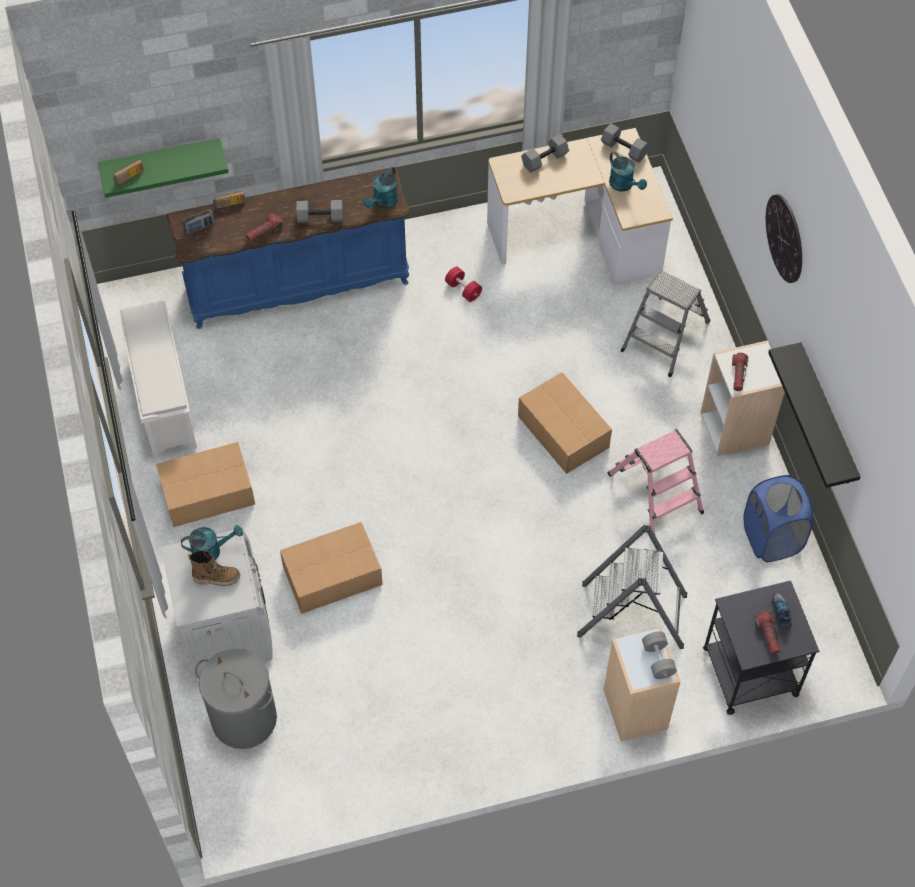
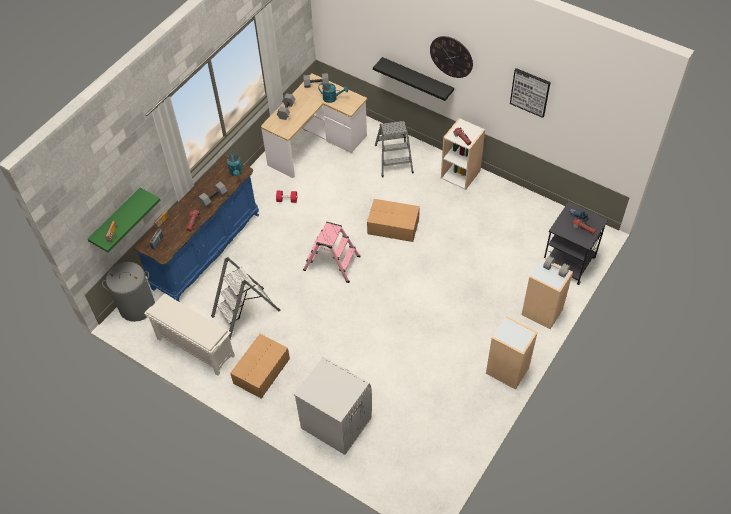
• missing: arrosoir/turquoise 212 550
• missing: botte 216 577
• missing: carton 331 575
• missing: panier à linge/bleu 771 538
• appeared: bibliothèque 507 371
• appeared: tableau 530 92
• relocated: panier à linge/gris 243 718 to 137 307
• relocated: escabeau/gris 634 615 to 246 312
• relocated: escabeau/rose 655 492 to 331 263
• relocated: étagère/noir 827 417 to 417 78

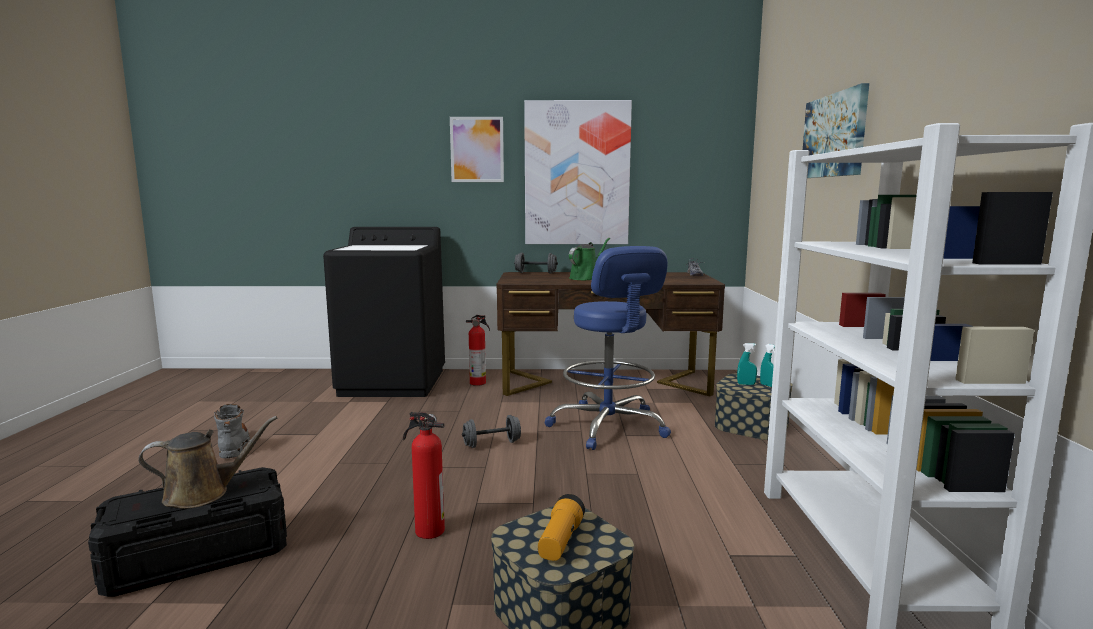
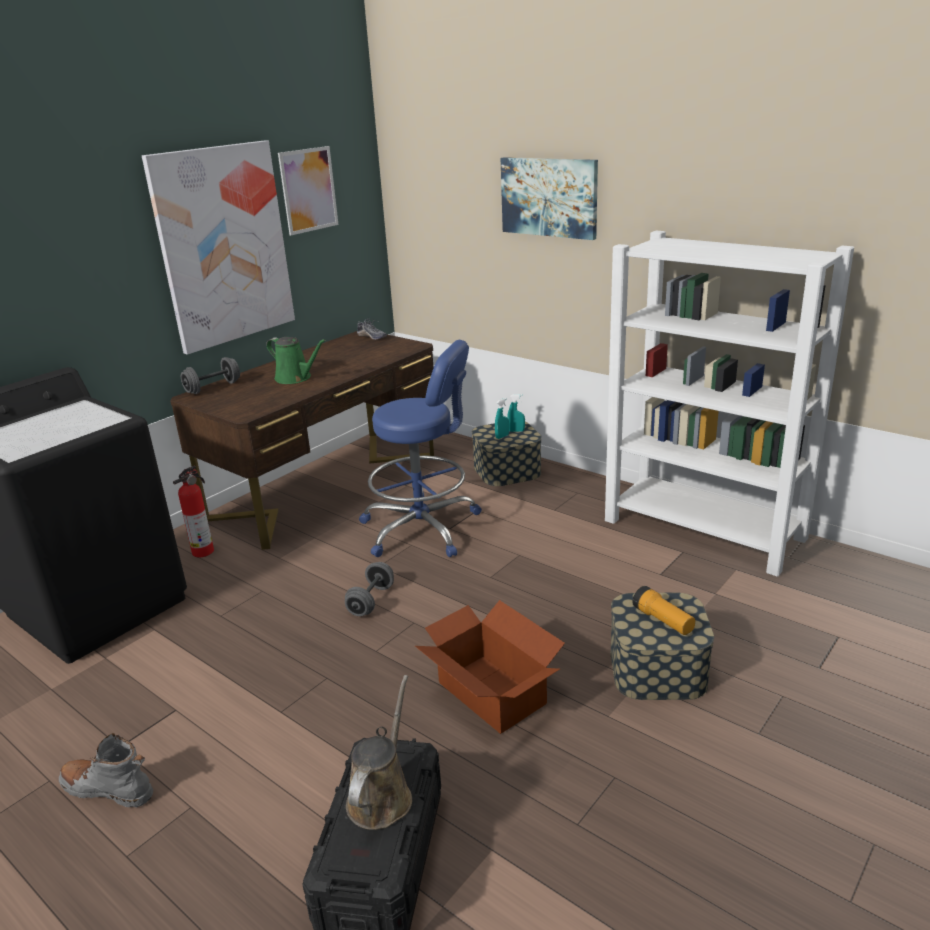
• relocated: tableau 477 149 to 308 190
• exchanged: extincteur 427 530 to carton 491 694
• spun: arrosoir/vert 586 278 = 296 378 135 degrees clockwise

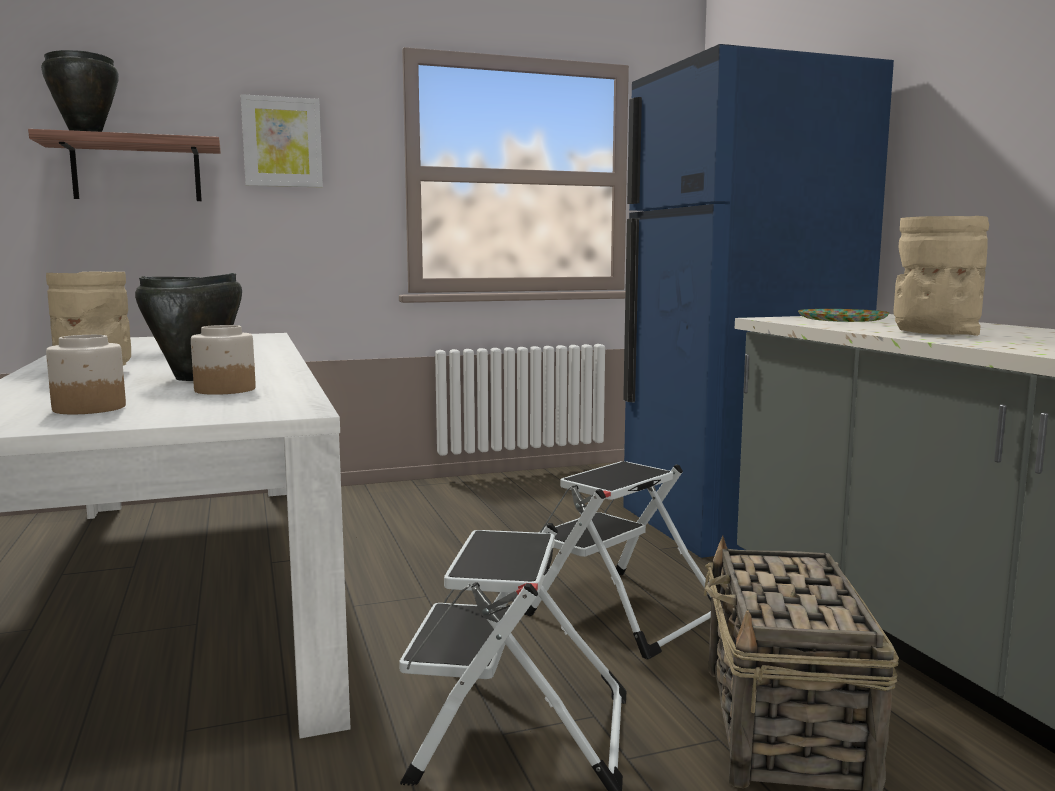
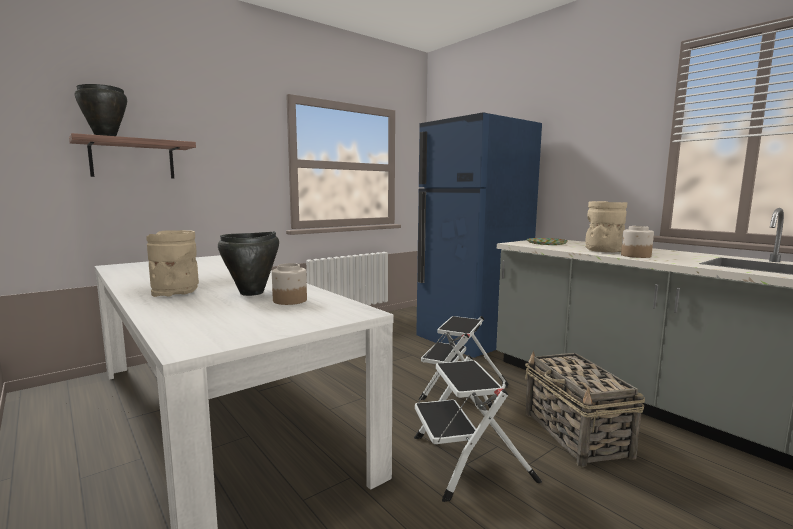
• missing: tableau 282 142
• relocated: bocal 88 408 to 635 256

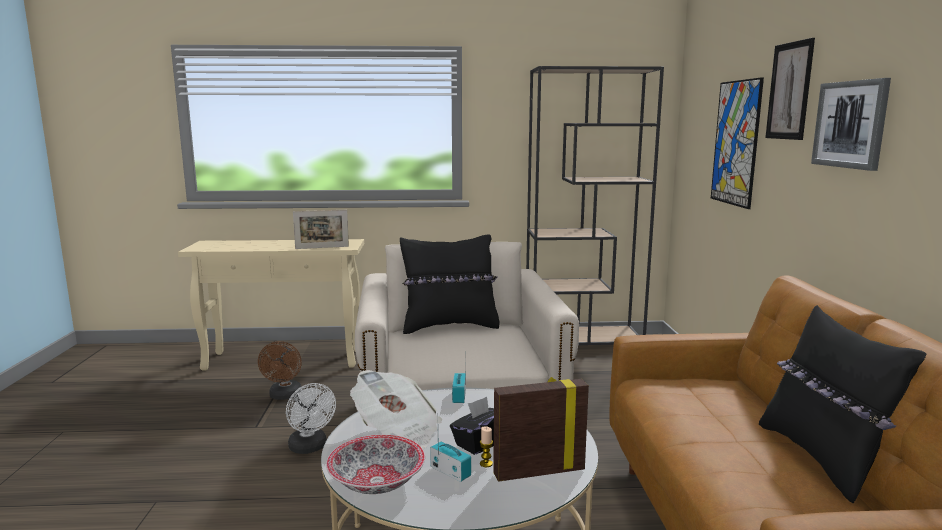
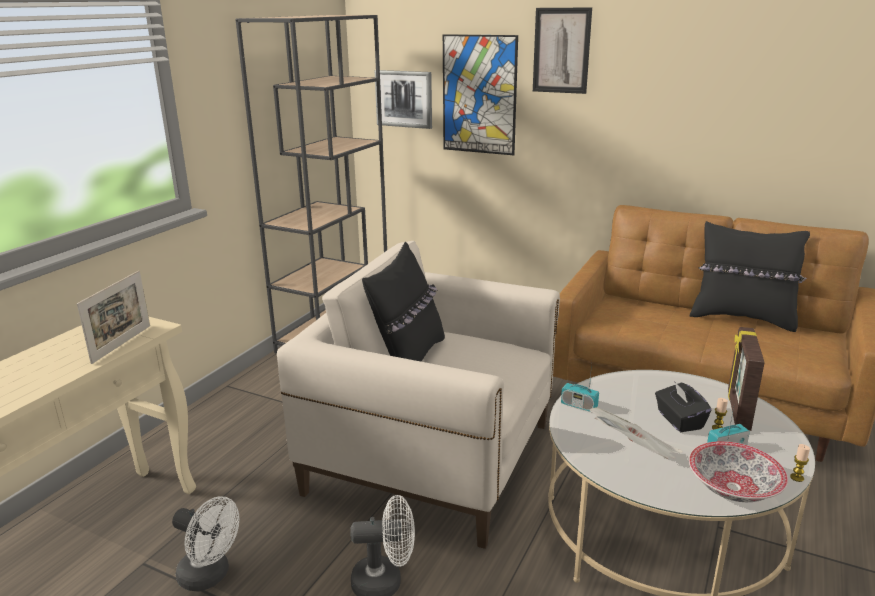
• appeared: bougie 797 477
• relocated: tableau 850 124 to 404 99
• colour: ventilateur/marron 285 396 to ventilateur/blanc 210 576

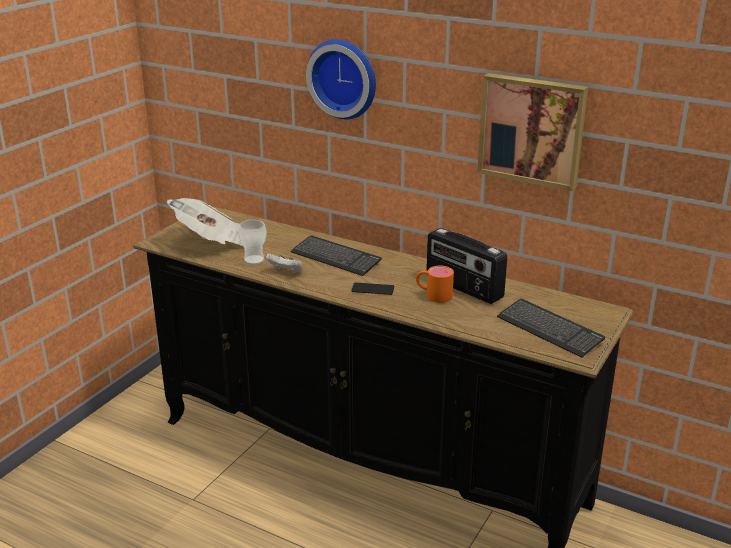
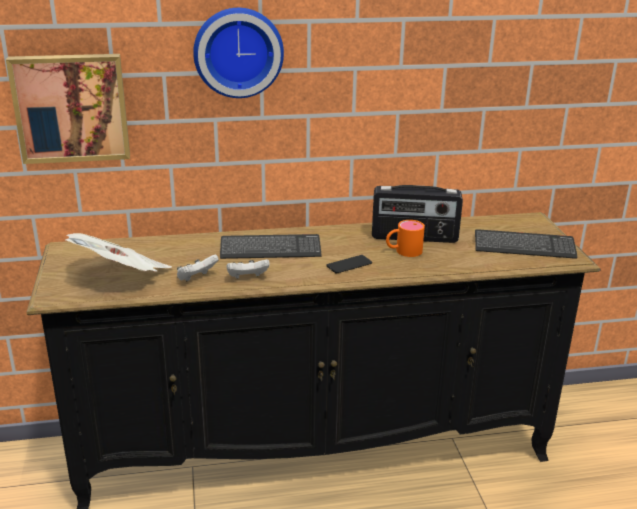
• relocated: tableau 532 130 to 71 107
• exchanged: tasse 254 260 to manette/blanc 196 278

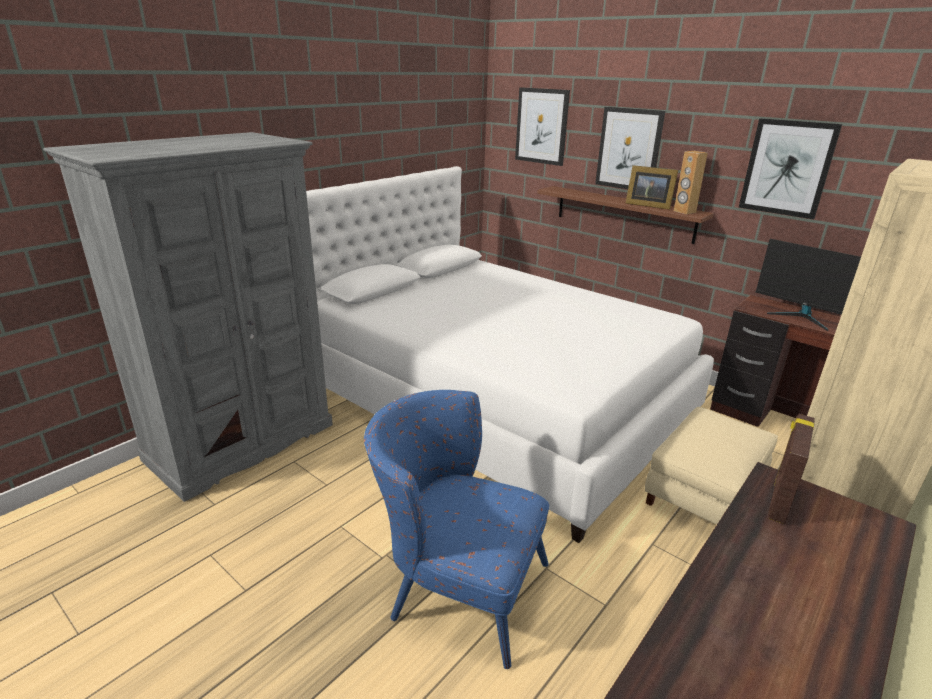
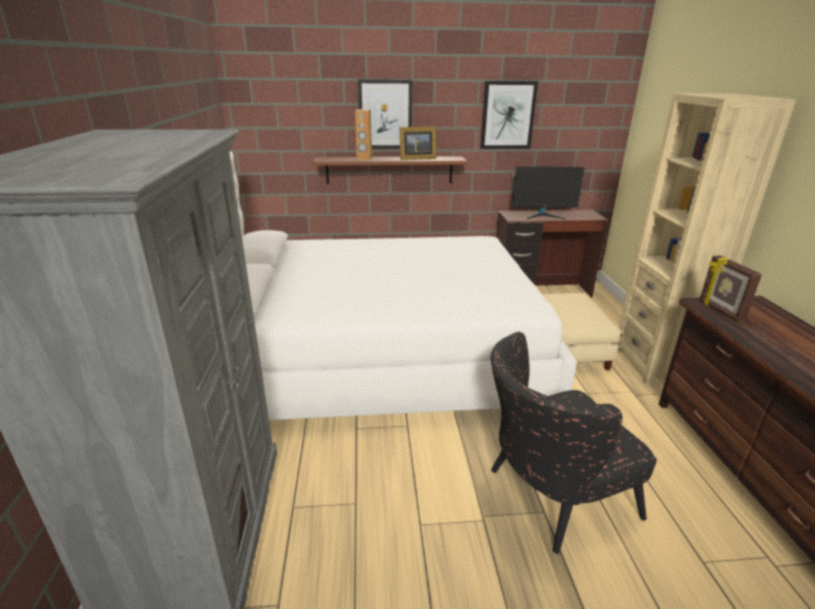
• missing: tableau 542 126
• relocated: enceinte/marron 684 212 to 364 158
• colour: fauteuil/bleu 456 584 to fauteuil/noir 549 497

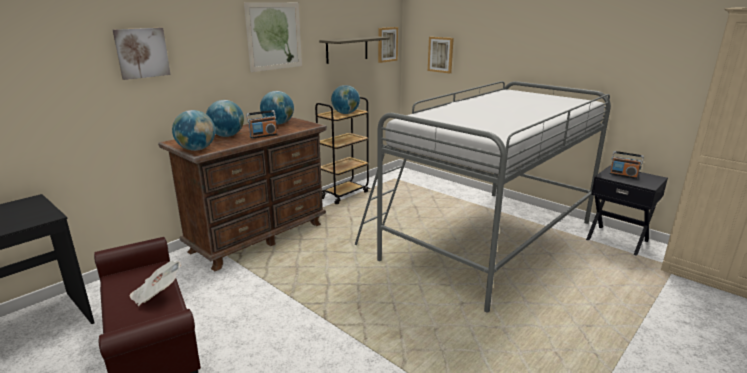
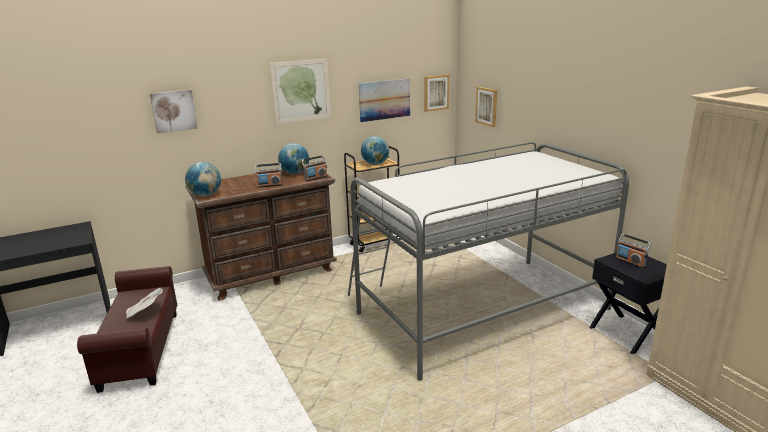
• missing: globe 227 136
• appeared: radio 315 178
• exchanged: étagère 347 49 to tableau 384 100

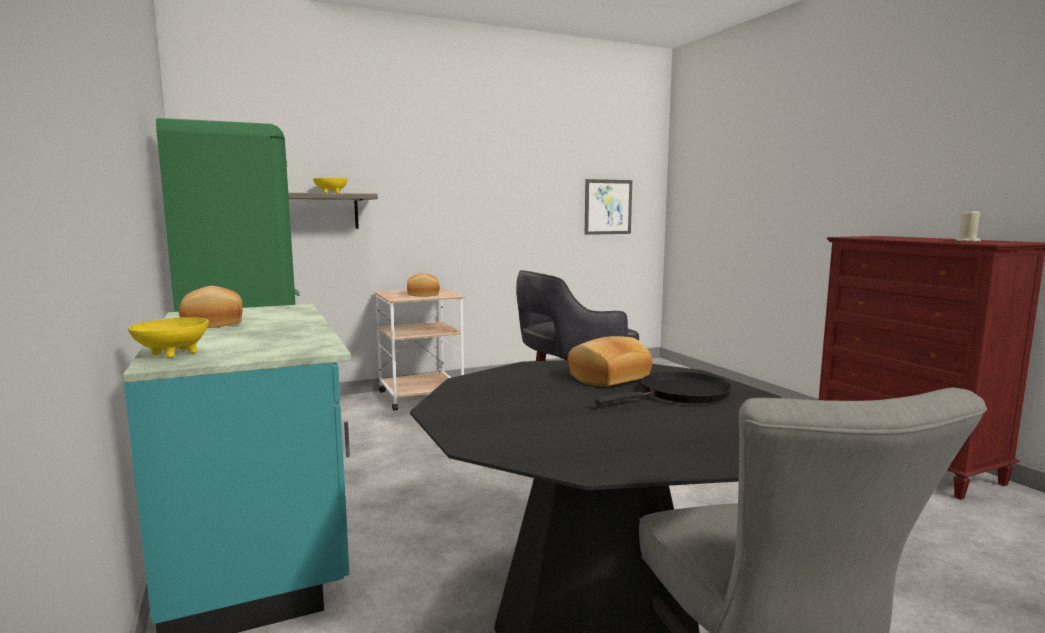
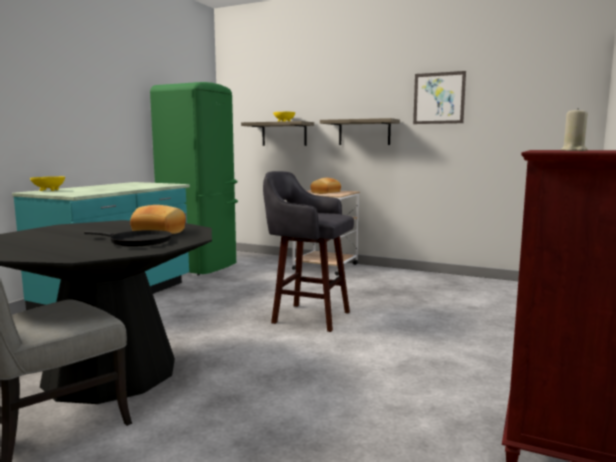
• missing: pain 215 322
• appeared: étagère 364 132
• relocated: tableau 608 207 to 439 98

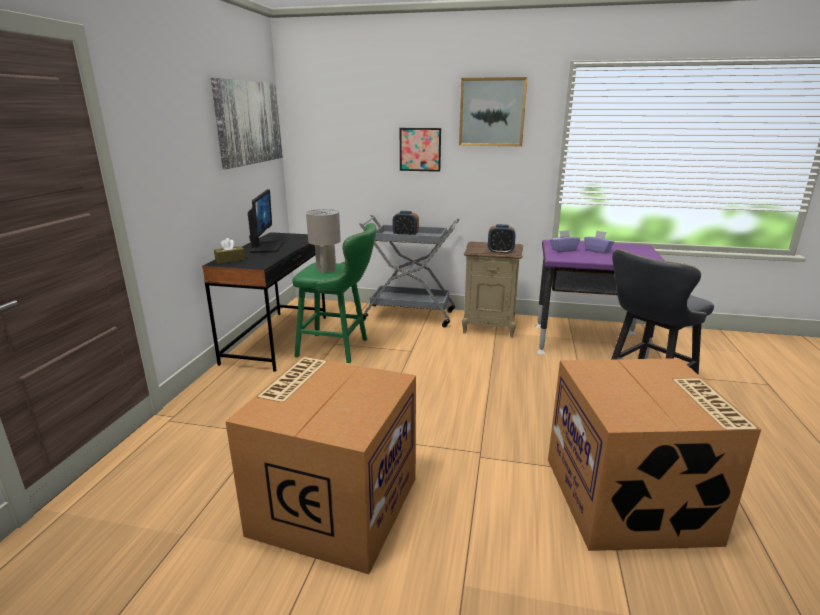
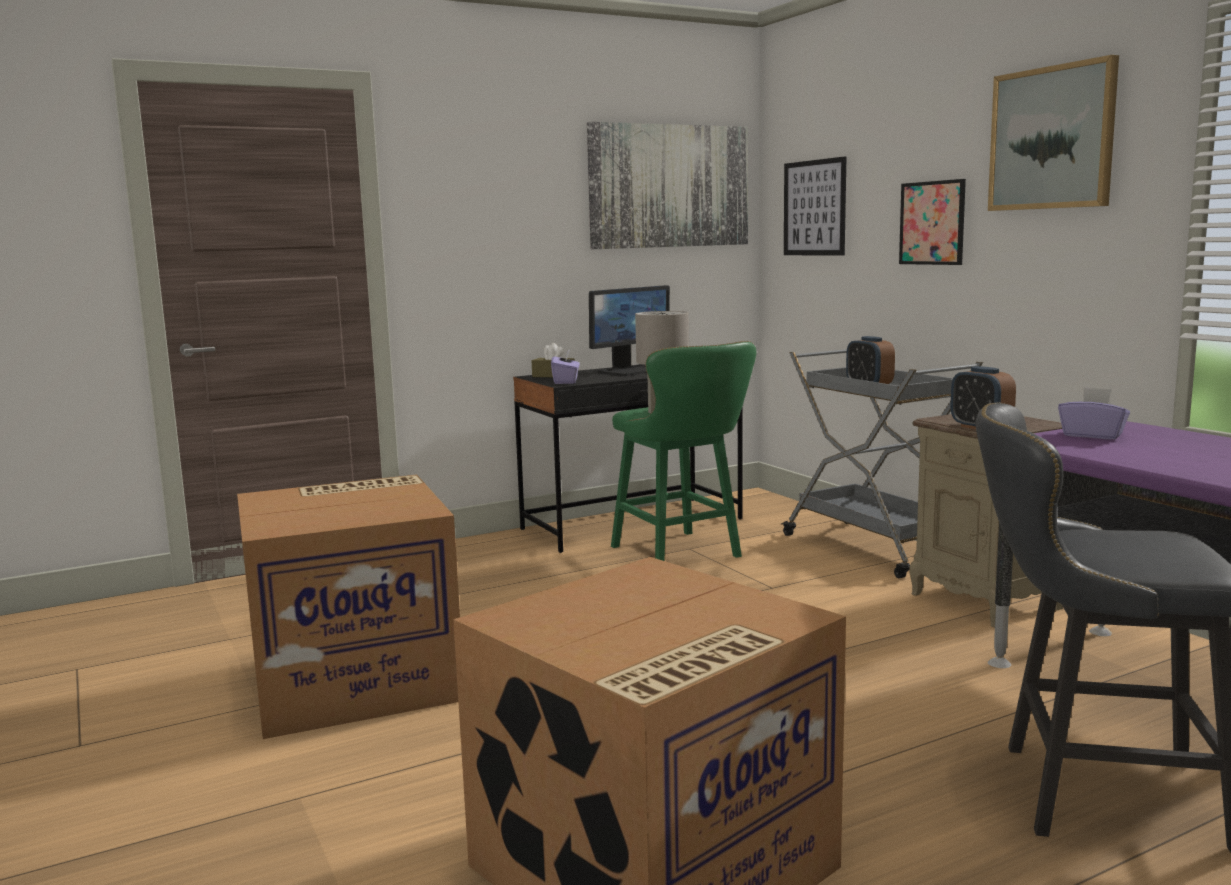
• appeared: tableau 814 208
• relocated: boîte à mouchoirs/violet 597 251 to 566 381

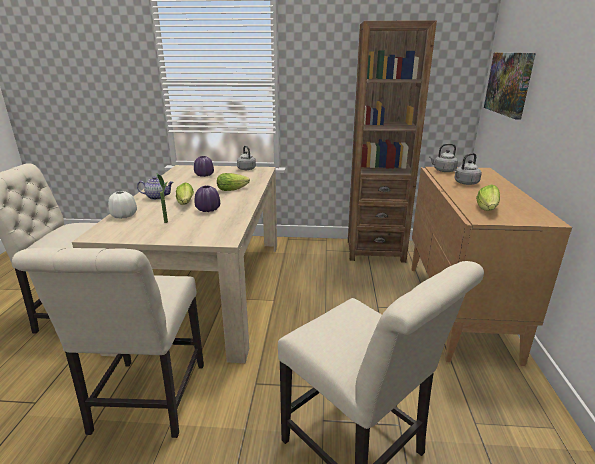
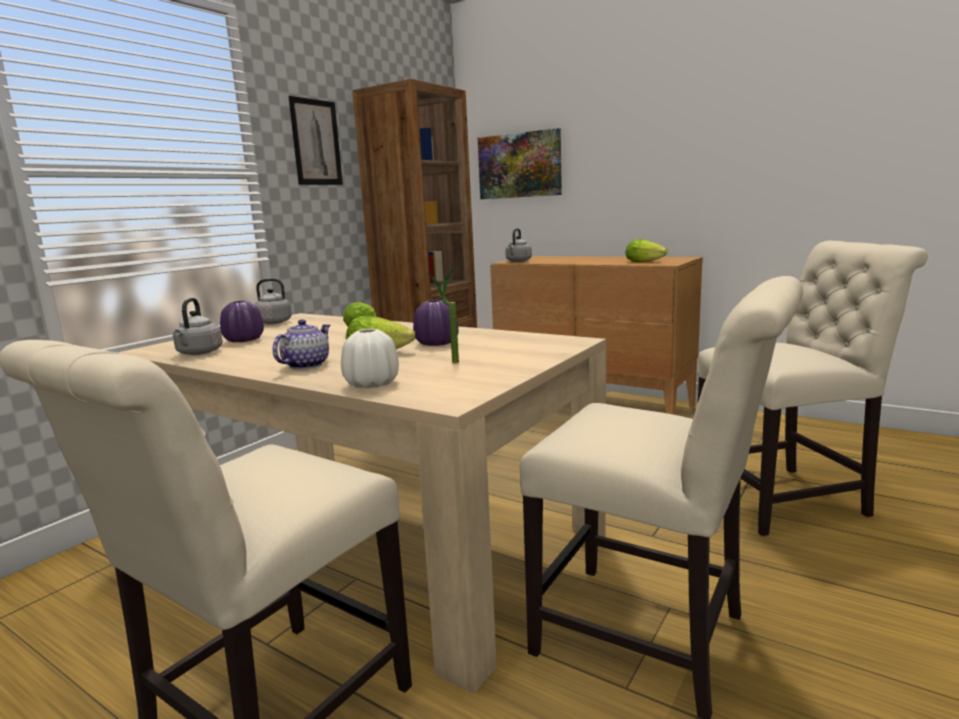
• appeared: tableau 316 142
• relocated: bouilloire/gris 465 183 to 199 353

